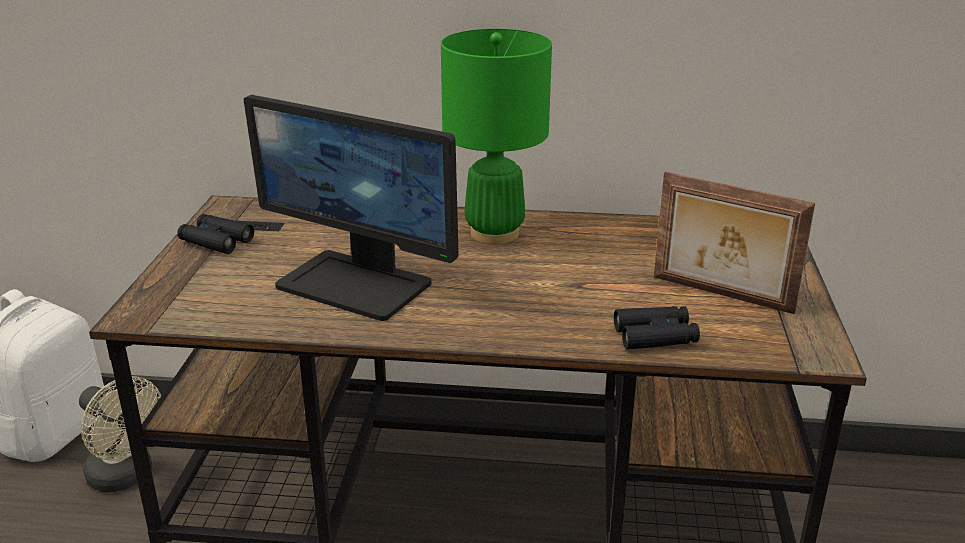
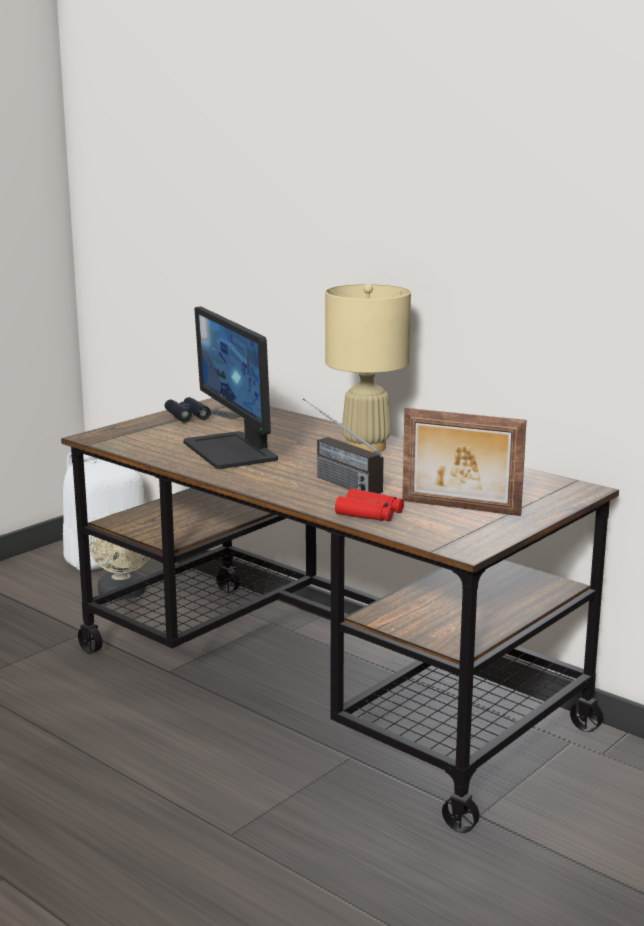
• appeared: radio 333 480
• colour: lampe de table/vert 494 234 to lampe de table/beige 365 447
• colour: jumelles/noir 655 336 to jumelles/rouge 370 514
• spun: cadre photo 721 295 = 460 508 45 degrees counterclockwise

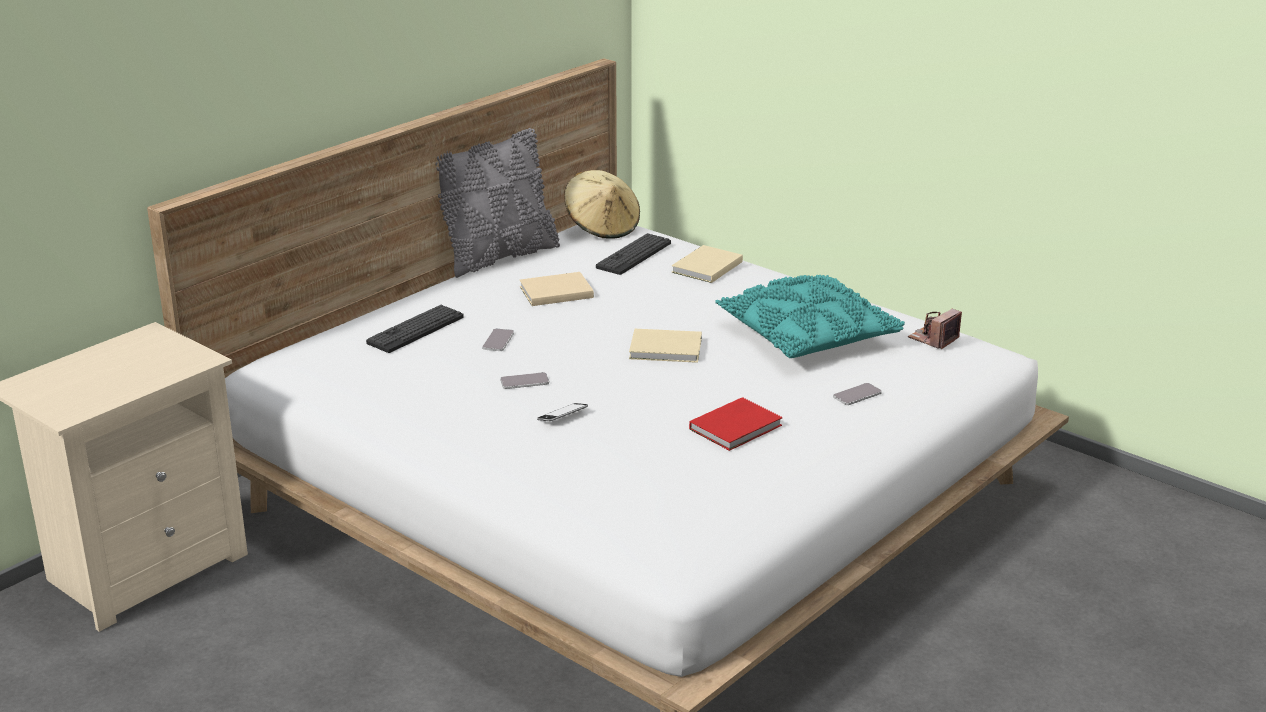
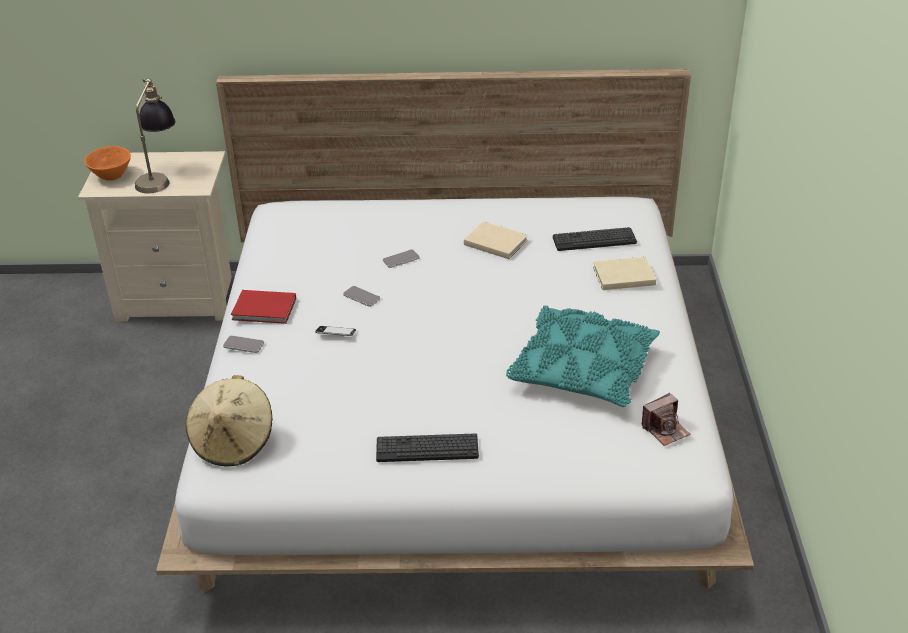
• missing: coussin/gris 499 256
• missing: livre/beige 667 349
• appeared: bol/orange 110 176
• appeared: lampe de table 159 177
• relocated: clavier 415 330 to 427 449
• relocated: chapeau/beige 602 228 to 233 442
• relocated: livre/rouge 738 427 to 265 310
• relocated: téléphone 857 395 to 243 345
• spun: appareil photo 934 339 = 665 430 150 degrees clockwise

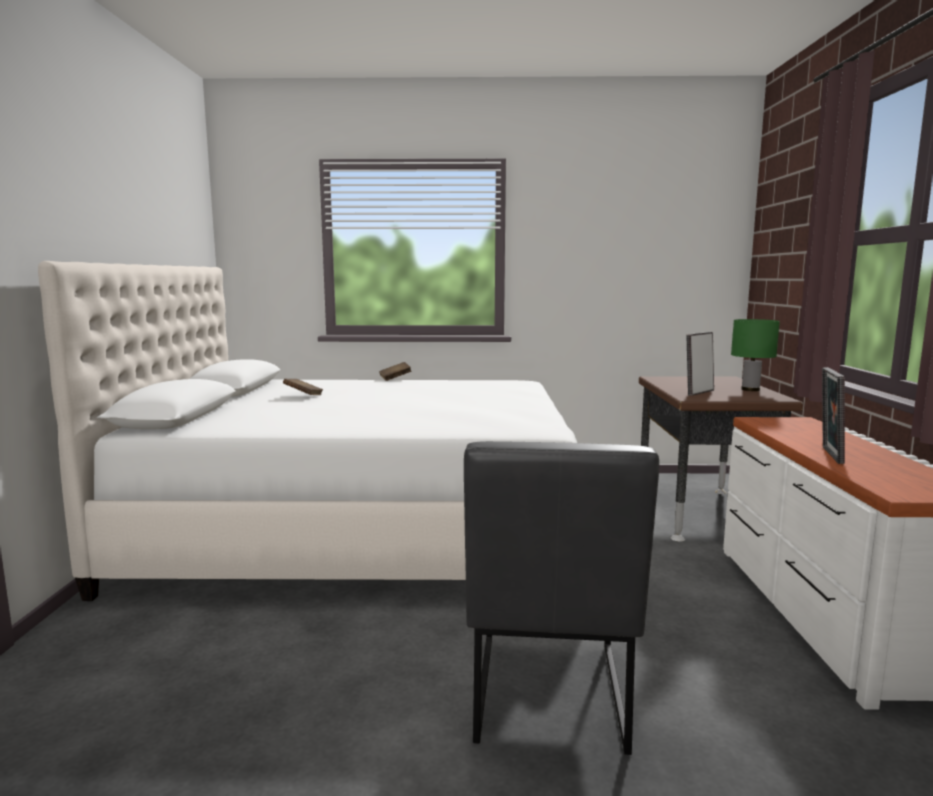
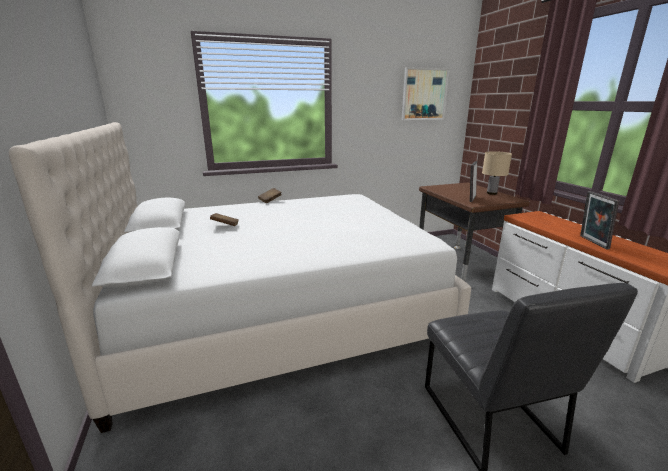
• appeared: tableau 424 94
• colour: lampe de table/vert 750 389 to lampe de table/beige 491 193

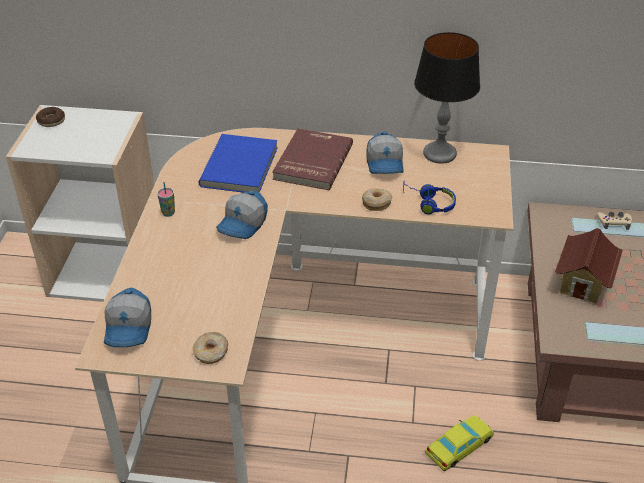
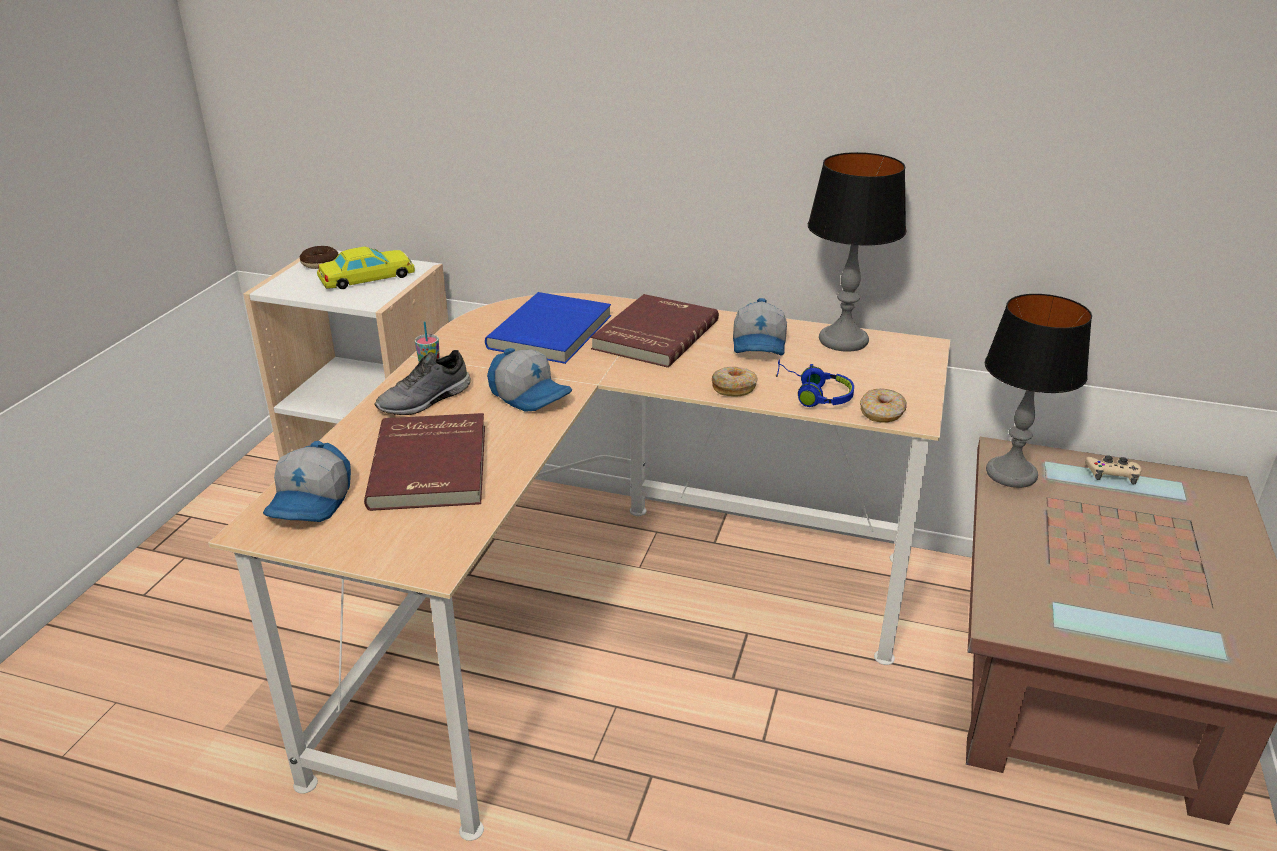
• missing: maison miniature 583 284
• appeared: livre/rouge 432 466
• appeared: chaussure/gris 425 400
• appeared: lampe de table 1011 474
• relocated: beignet 211 353 to 882 413
• relocated: petite voiture/jaune 459 445 to 367 277
• spun: casquette 243 224 = 531 395 90 degrees counterclockwise

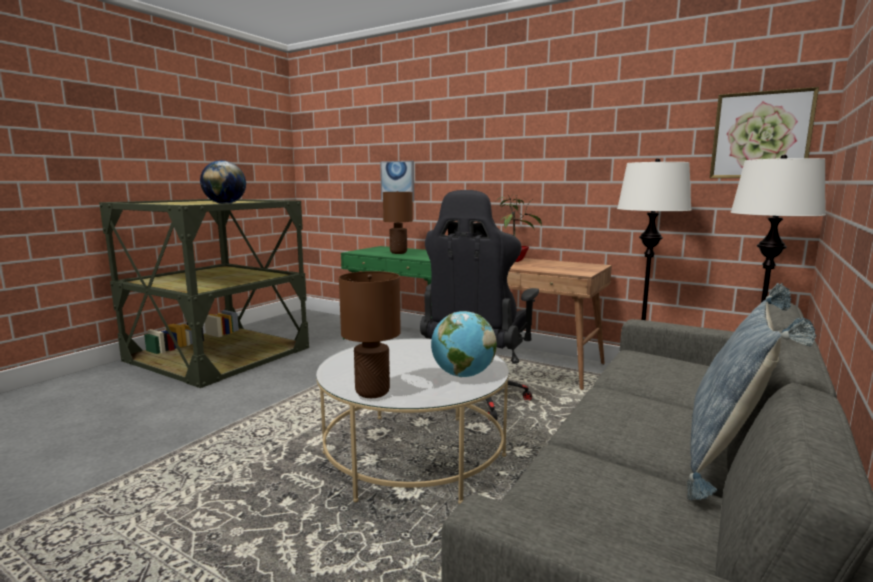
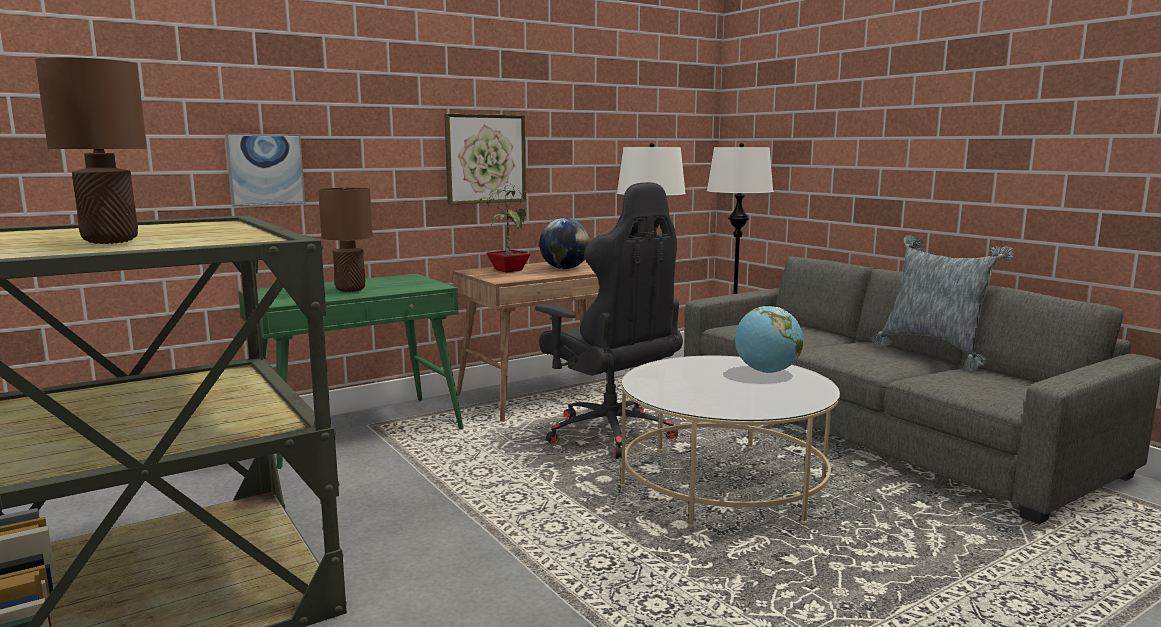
• relocated: globe 225 204 to 564 269
• relocated: lampe de table/marron 372 394 to 110 243
• relocated: tableau 761 135 to 485 159

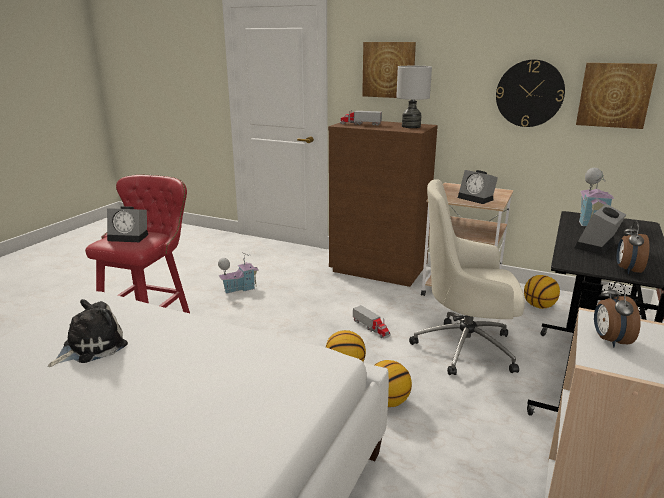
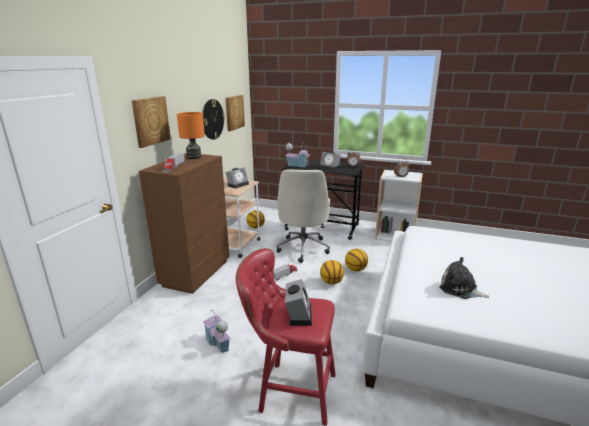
• colour: lampe de table/gris 411 126 to lampe de table/orange 194 157

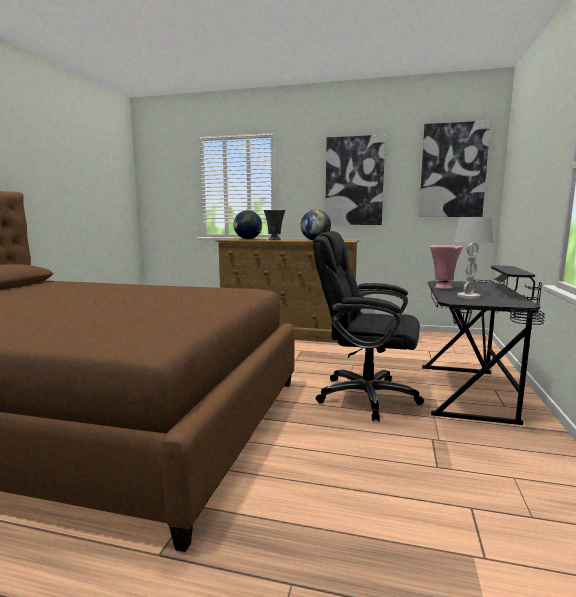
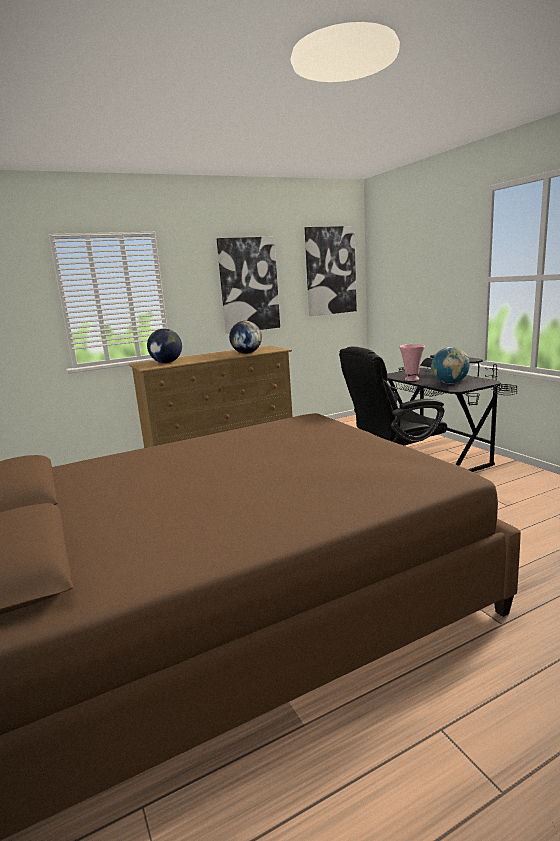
• missing: vase/gris 274 240
• exchanged: lampe de table/blanc 468 297 to globe 449 383

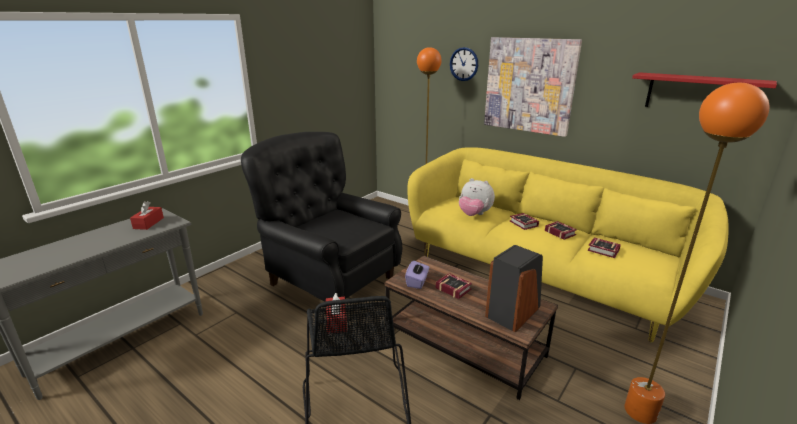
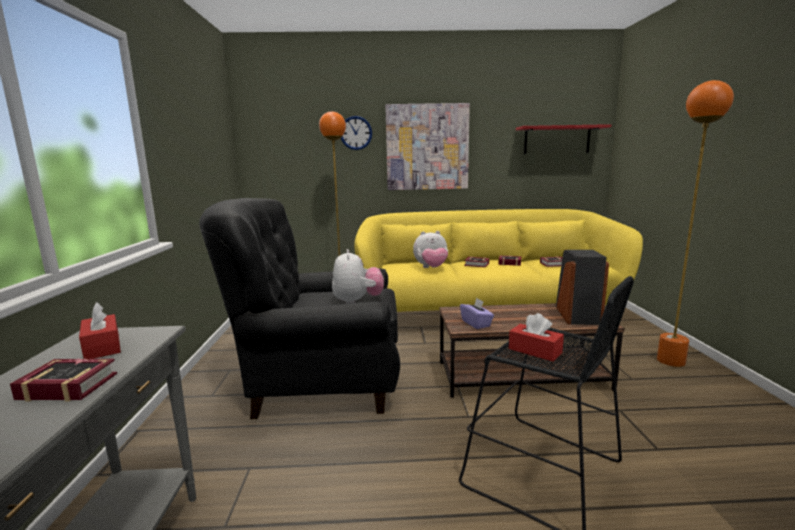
• appeared: peluche 357 302
• relocated: livre 452 288 to 67 385

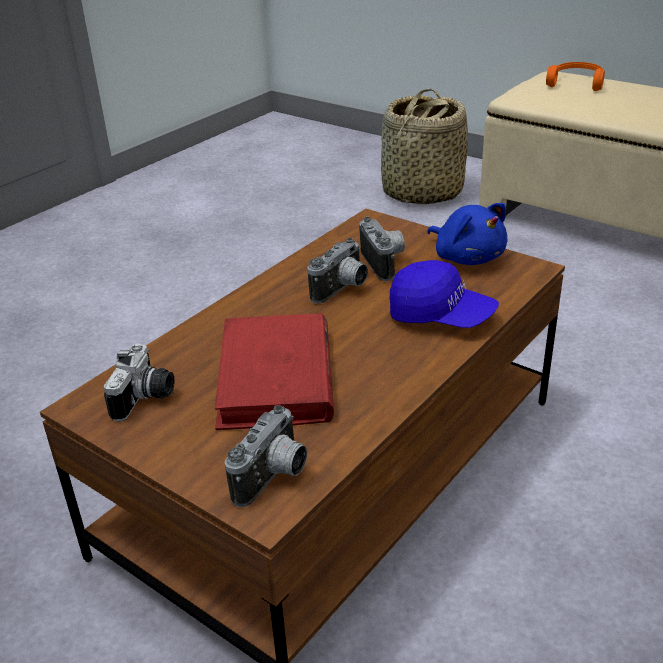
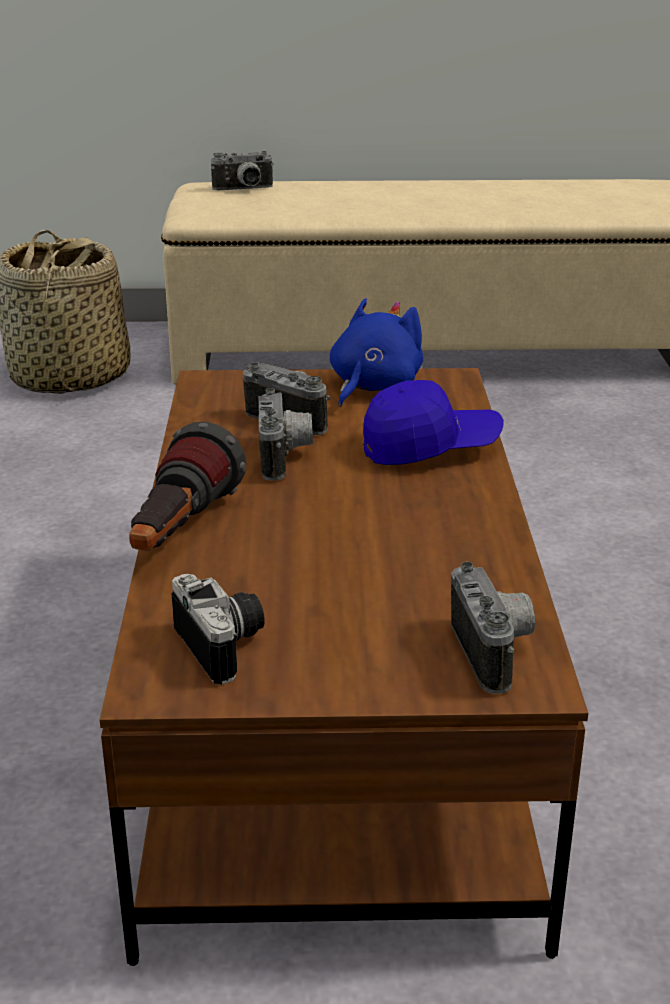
• missing: livre/rouge 276 378
• appeared: lampe de poche 180 534
• exchanged: casque audio/orange 576 83 to appareil photo 244 190
• spun: peluche/bleu 467 257 = 373 387 75 degrees counterclockwise

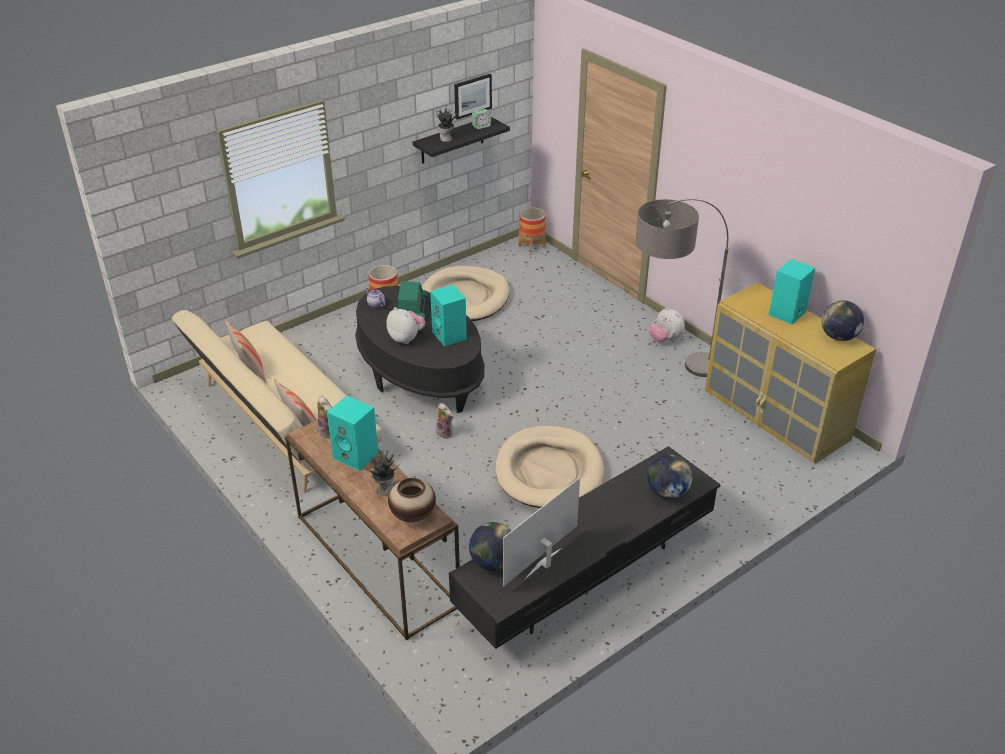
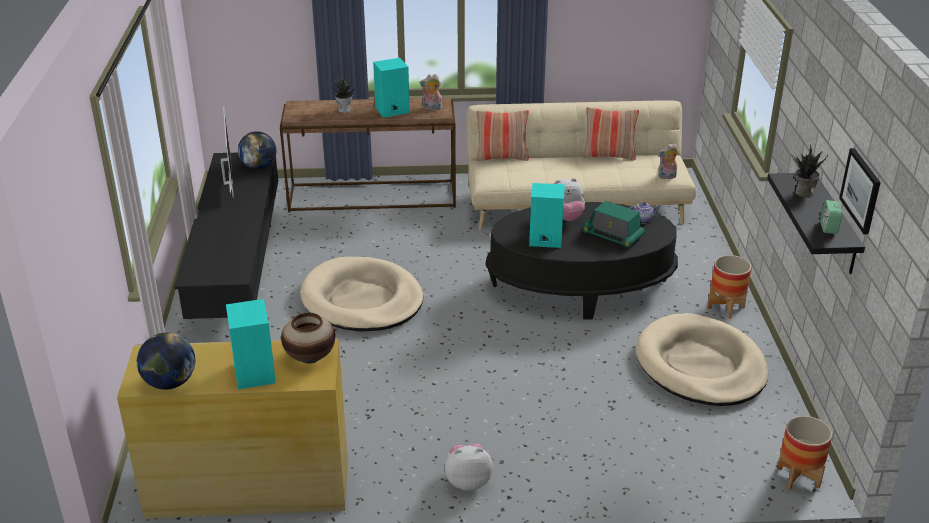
• missing: lampadaire 667 379
• missing: globe 667 492
• relocated: vase 413 515 to 310 357
• relocated: peluche 445 433 to 666 177

